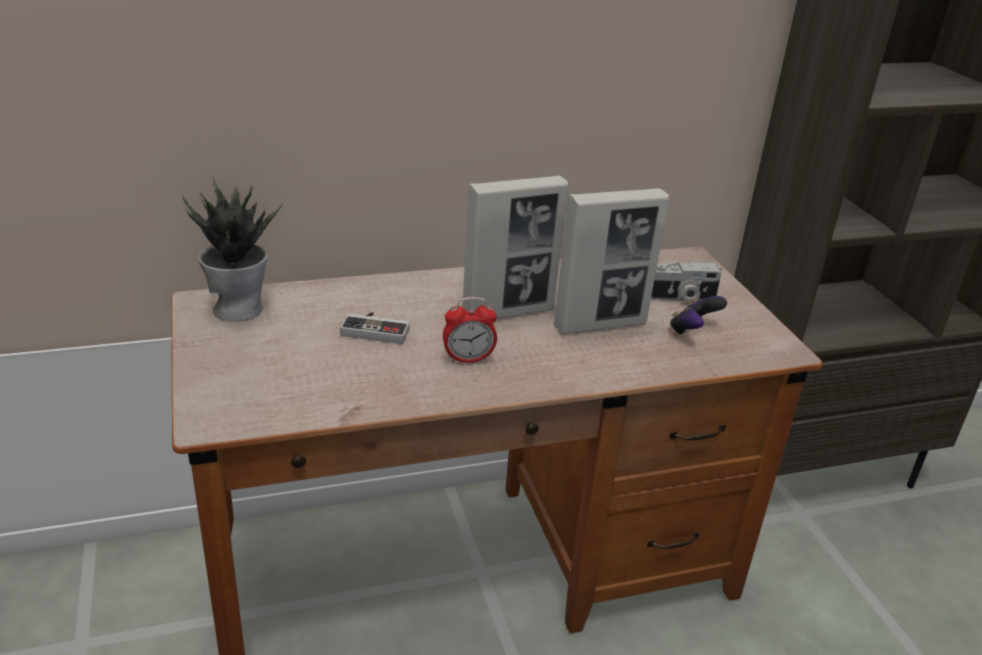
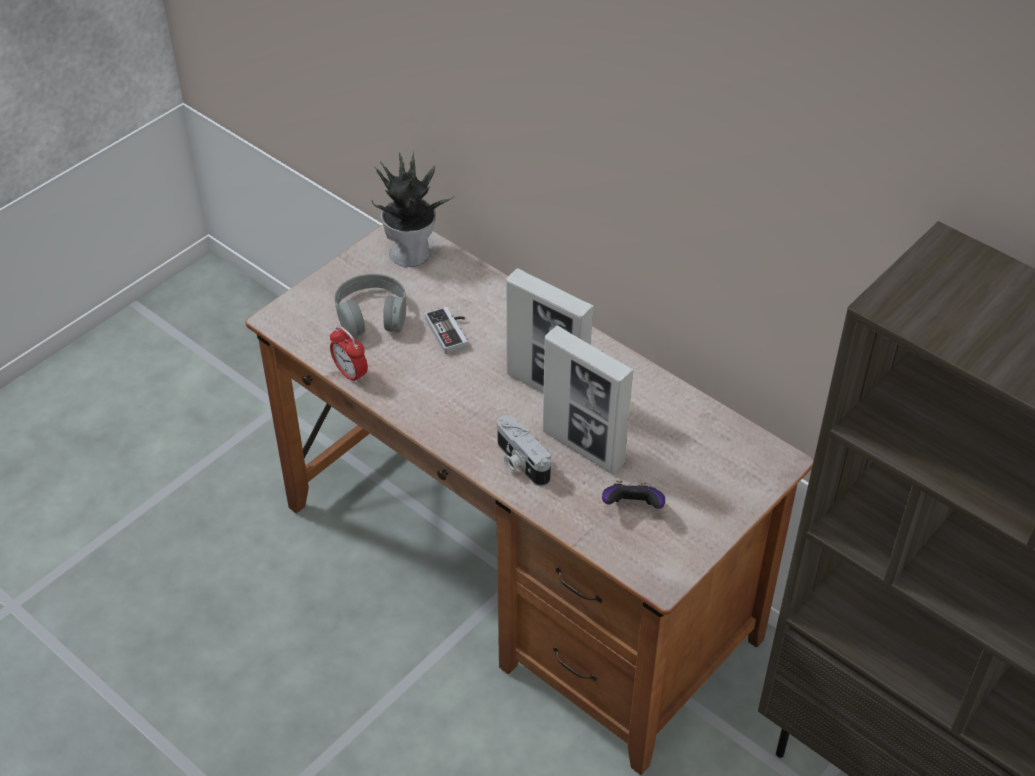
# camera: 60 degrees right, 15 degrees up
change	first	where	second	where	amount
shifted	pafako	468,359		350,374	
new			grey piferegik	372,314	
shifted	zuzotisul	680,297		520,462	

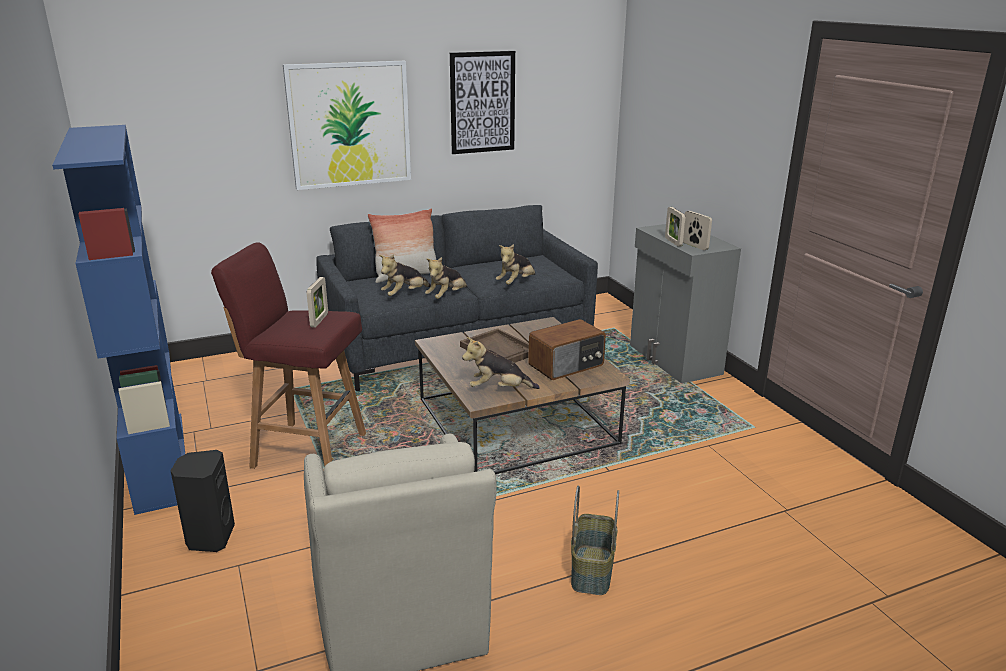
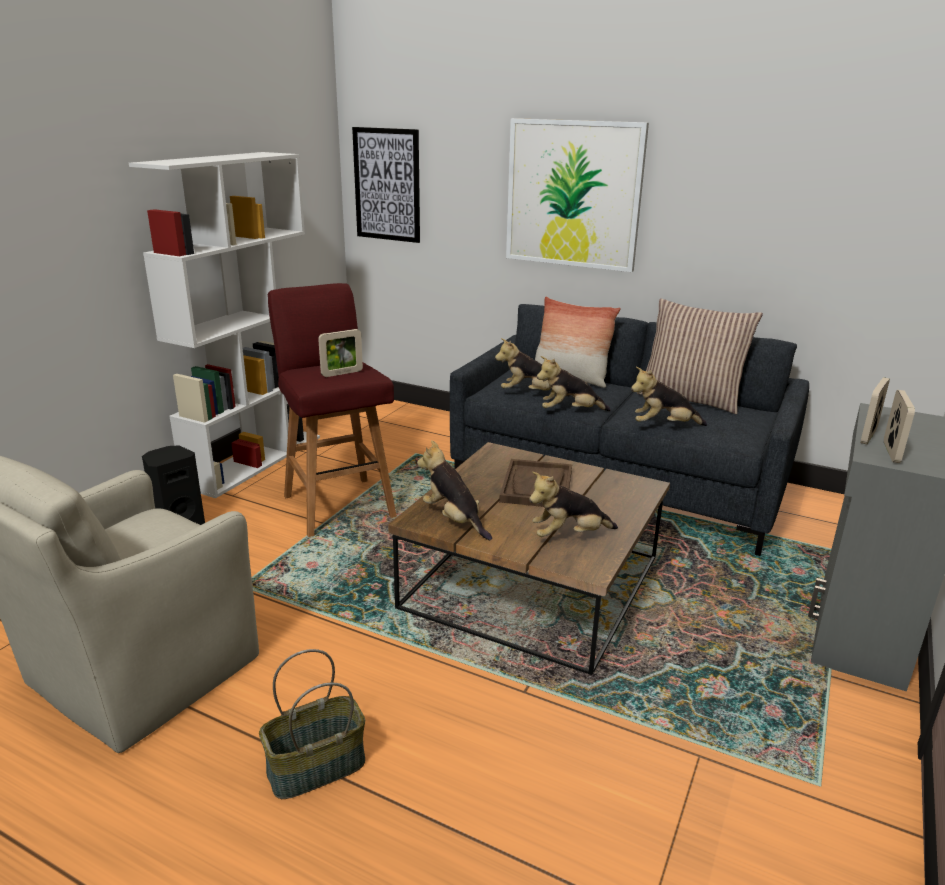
# camera: 50 degrees right, 0 degrees up
change	first	where	second	where	amount
repainted	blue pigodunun	159,460	white pigodunun	255,460	
shifted	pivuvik	482,102		387,185	
swapped	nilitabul	567,365	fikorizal	569,535	
new			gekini	691,398	

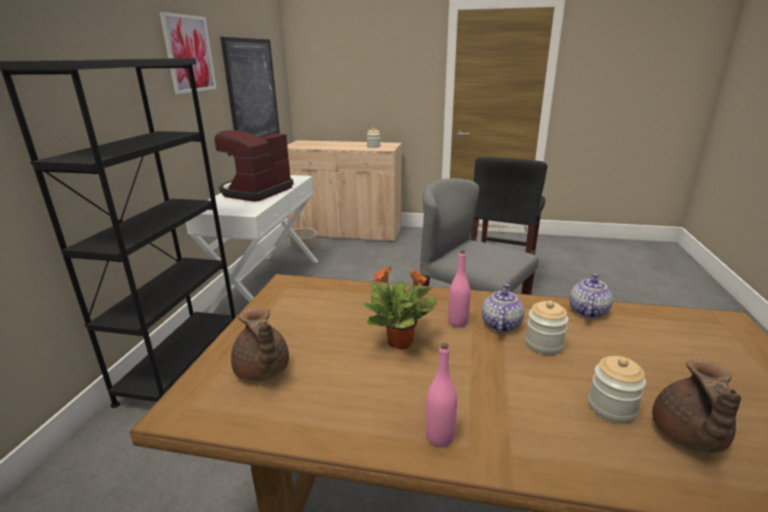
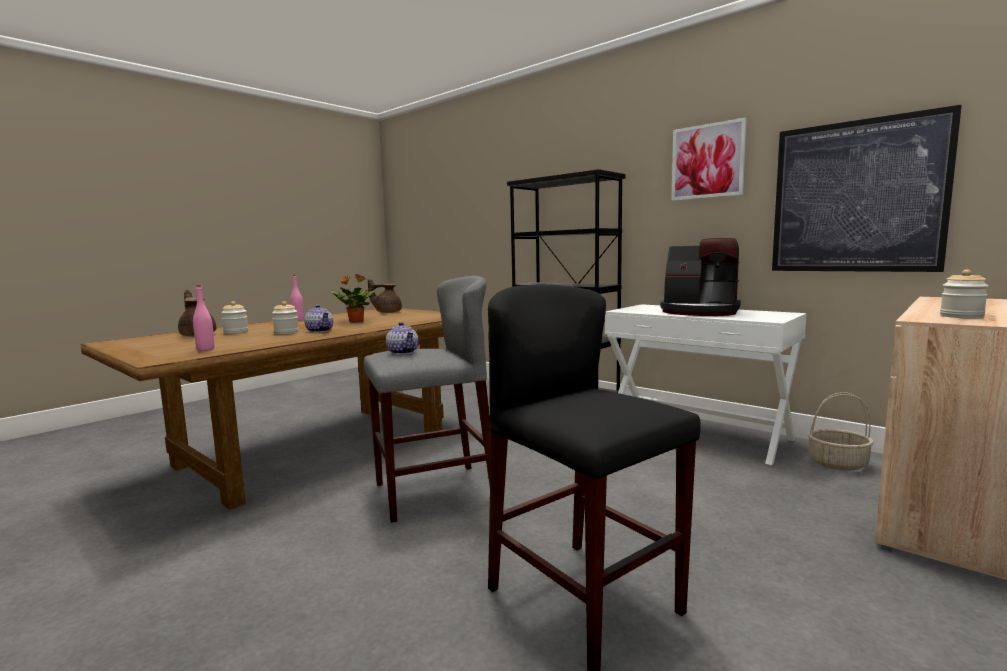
# camera: 120 degrees right, 15 degrees down
change	first	where	second	where	amount
shifted	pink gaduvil	457,322		205,349	
shifted	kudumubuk	587,311		403,352	
rotated	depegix	256,191		700,312	150 degrees clockwise

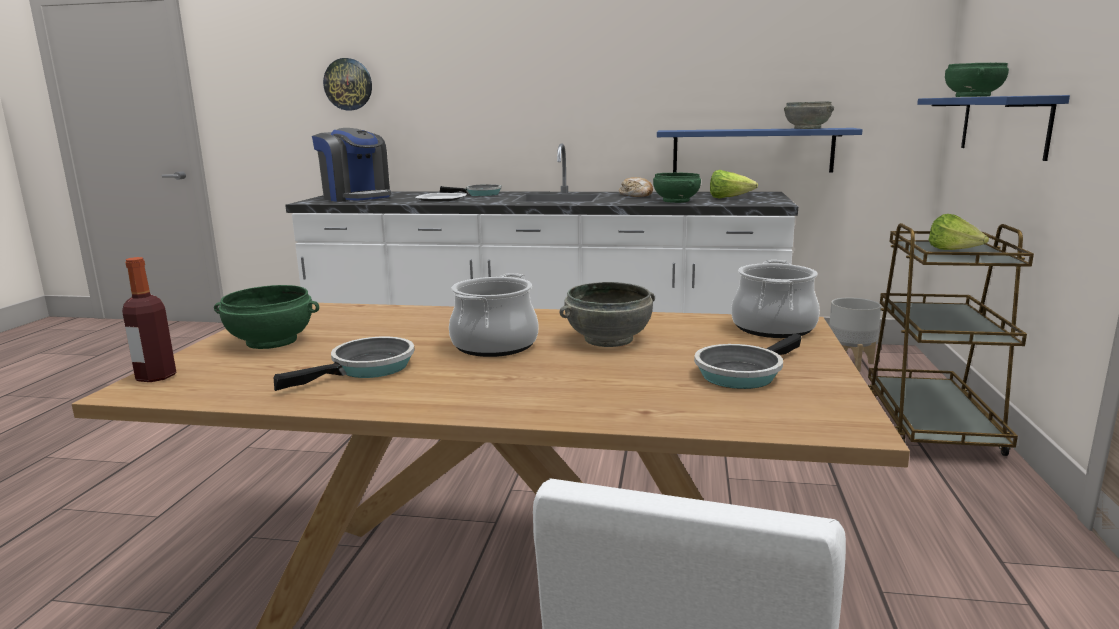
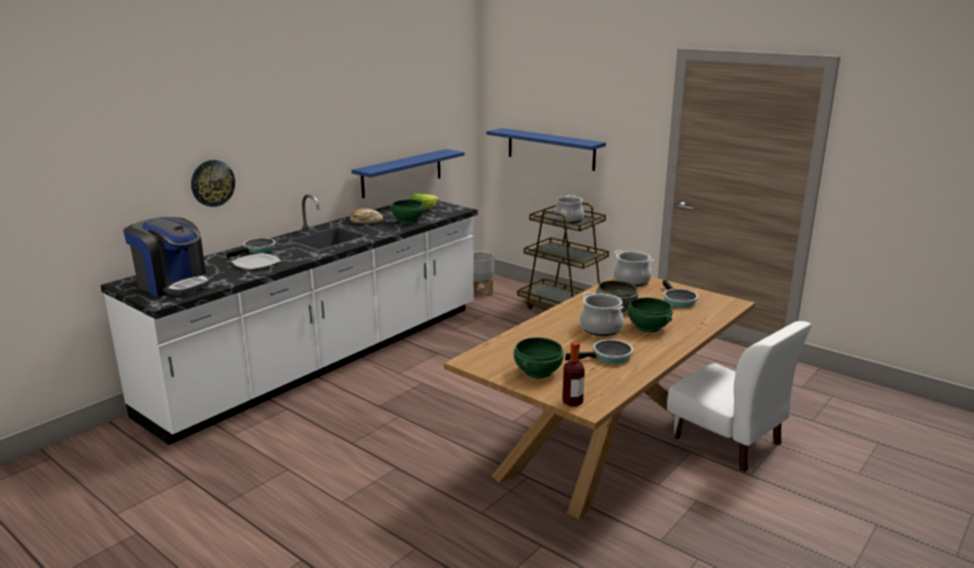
# camera: 60 degrees left, 5 degrees up
change	first	where	second	where	amount
rotated	depegix	357,197		173,284	45 degrees clockwise
shifted	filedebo	348,84		212,183	
swapped	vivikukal	954,251	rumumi	568,219	
rotated	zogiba	367,368		608,356	90 degrees clockwise
shifted	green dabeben	972,96		647,327	
gone	grey dabeben	807,128			

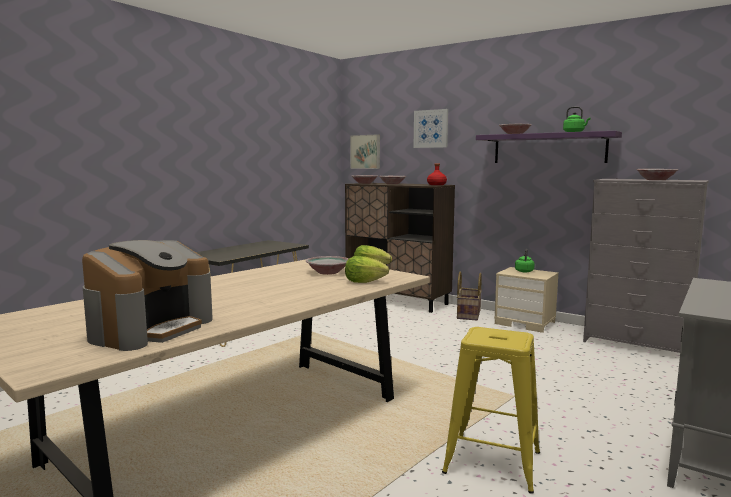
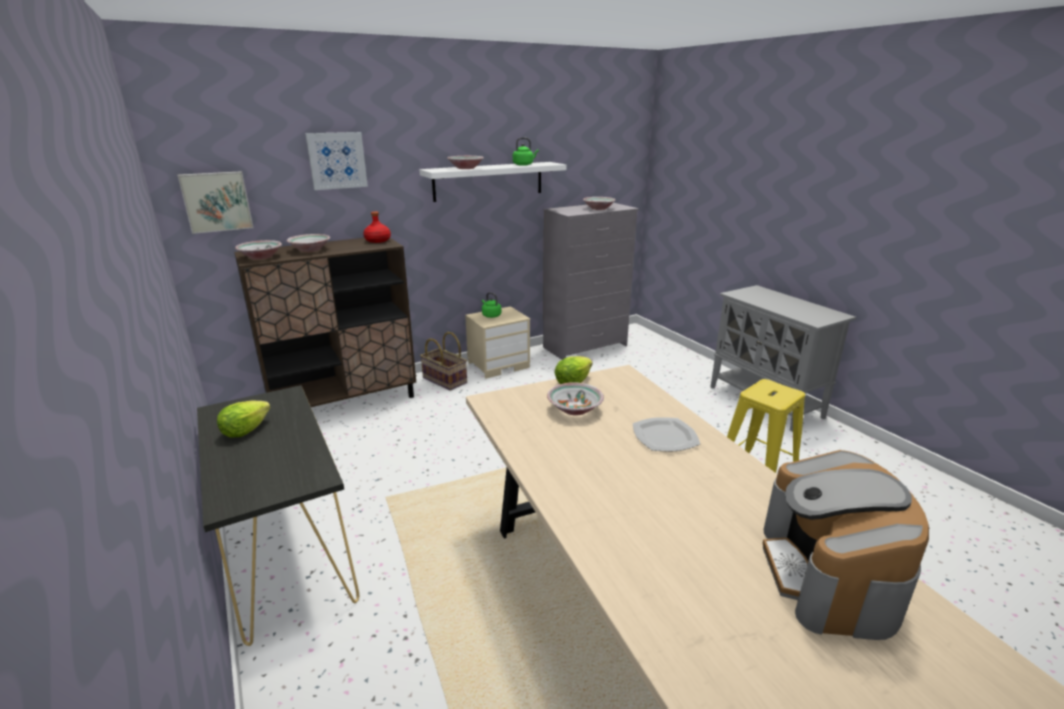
# camera: 65 degrees left, 15 degrees up
change	first	where	second	where	amount
shifted	vivikukal	364,282		245,430	
repainted	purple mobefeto	548,148	white mobefeto	488,181	
new			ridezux	665,436	
rotated	depegix	151,328		828,576	135 degrees counterclockwise

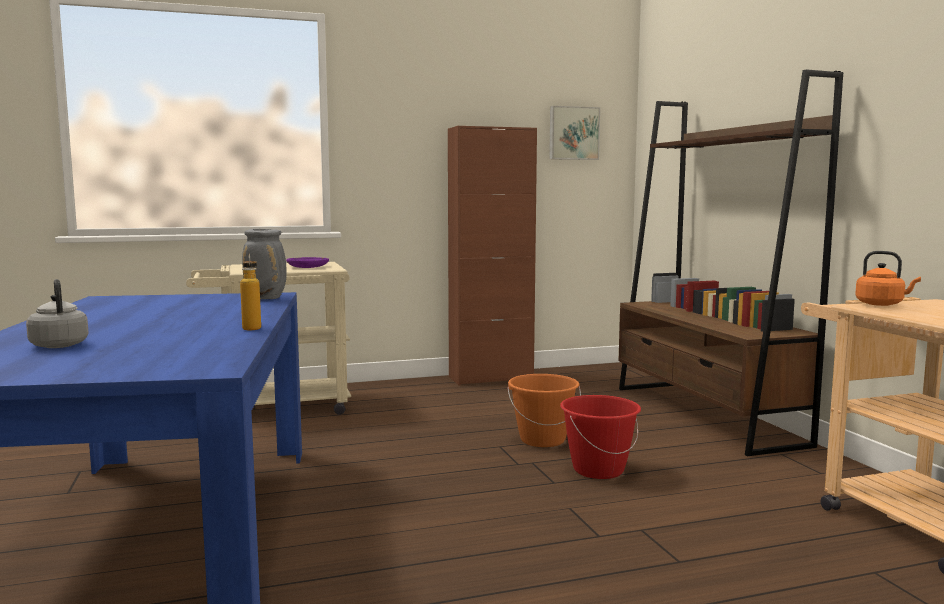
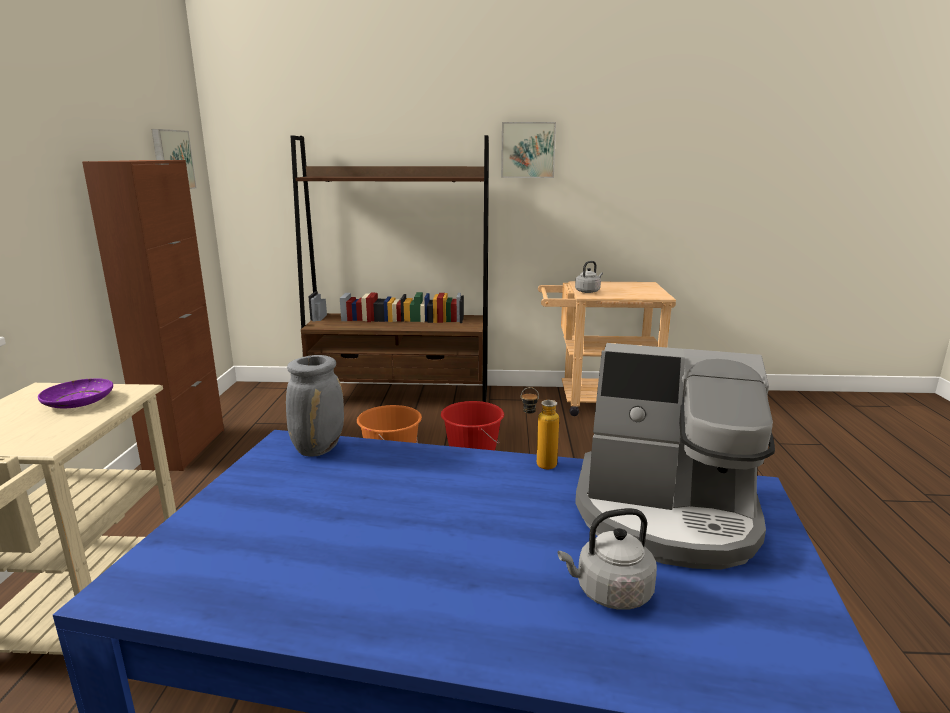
# camera: 70 degrees left, 10 degrees up
change	first	where	second	where	amount
new			pivuvik	528,150	
repainted	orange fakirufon	882,304	grey fakirufon	588,291	
new			depegix	666,514	

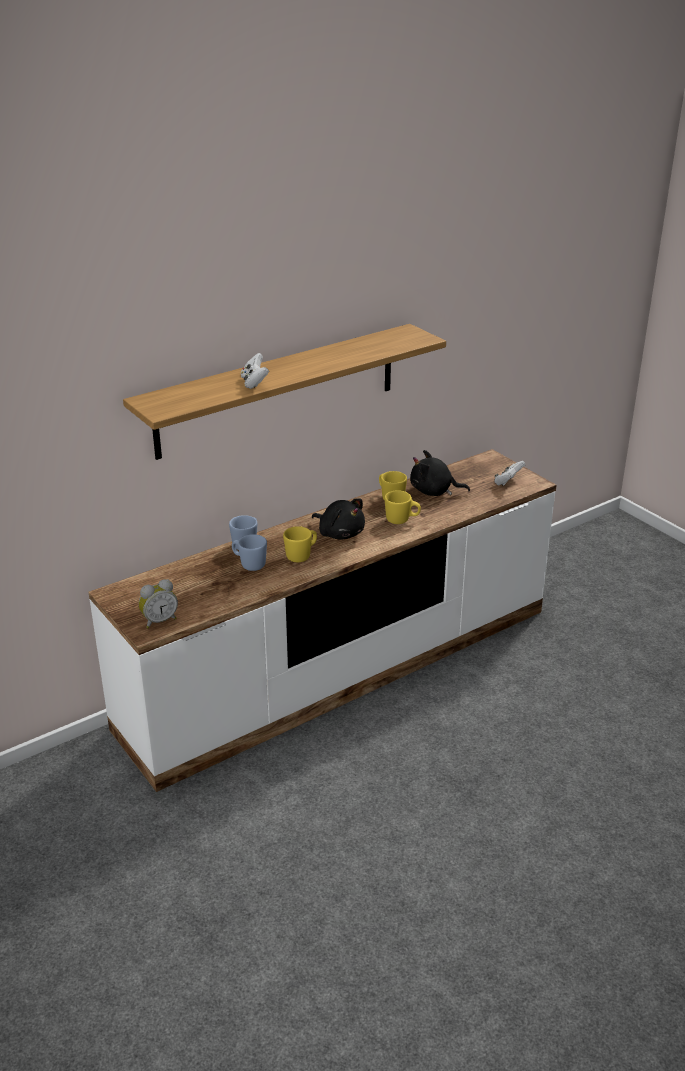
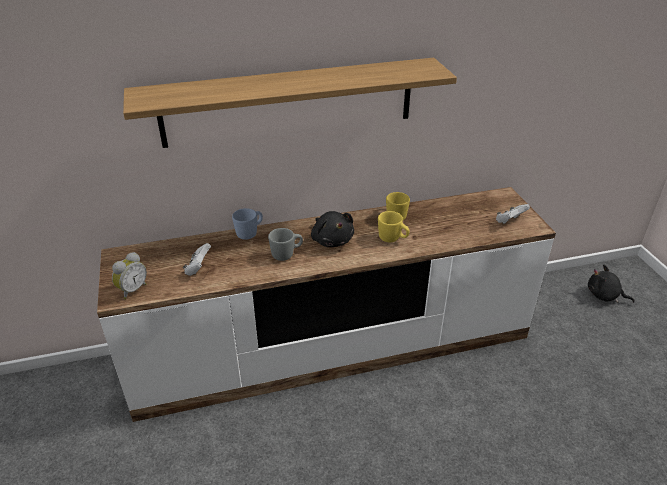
# camera: 20 degrees right, 5 degrees up
change	first	where	second	where	amount
rotated	pafako	159,620		132,289	45 degrees counterclockwise
shifted	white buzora	254,383		198,268	
repainted	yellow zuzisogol	301,555	grey zuzisogol	286,254	
shifted	black fikorizal	434,491		604,296	
gone	blue zuzisogol	249,564			

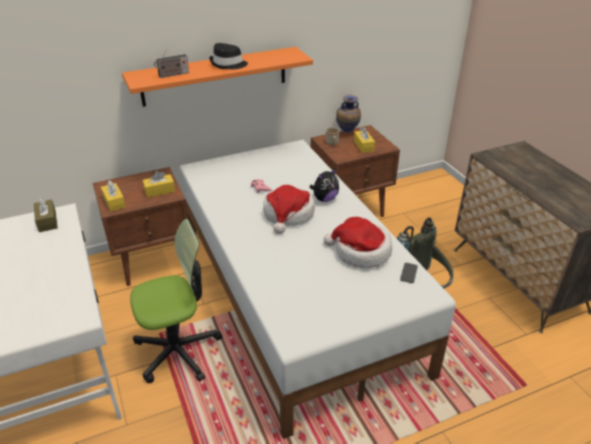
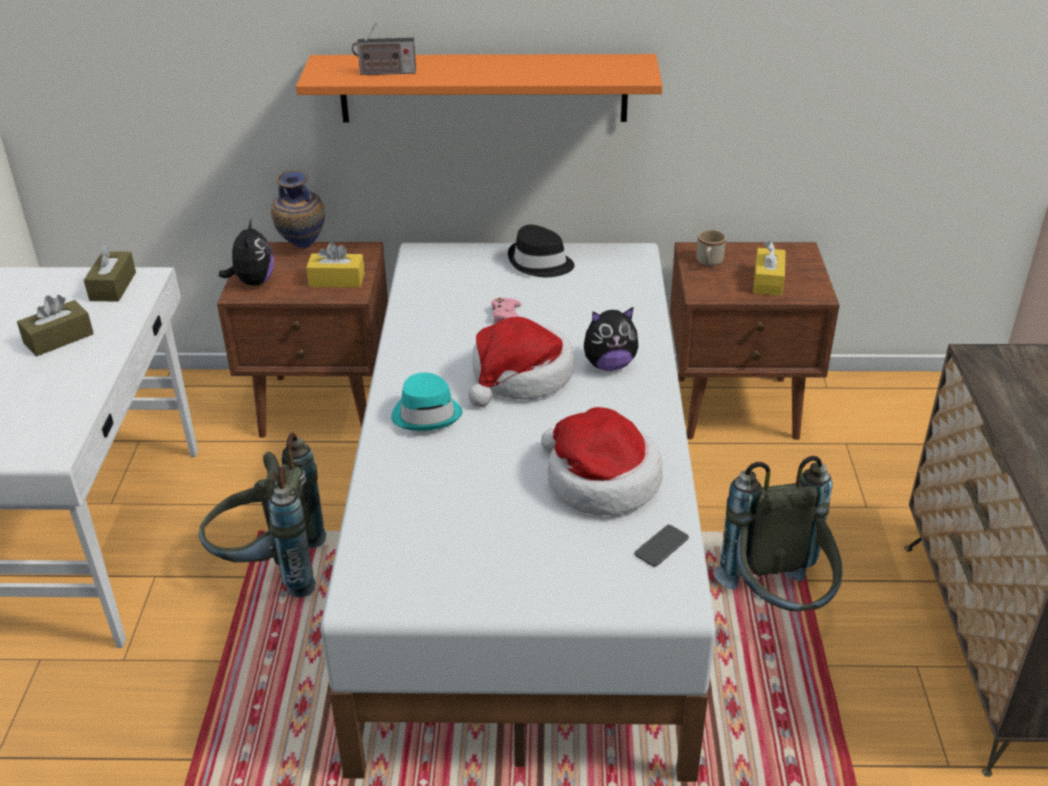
# camera: 25 degrees right, 0 degrees up
change	first	where	second	where	amount
new			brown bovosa	59,338	
swapped	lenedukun	178,351	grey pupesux	270,570	
swapped	yellow bovosa	114,202	fikorizal	253,282	
shifted	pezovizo	347,133		302,249	
new			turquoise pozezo	427,414	
shifted	black pozezo	228,64		540,263	

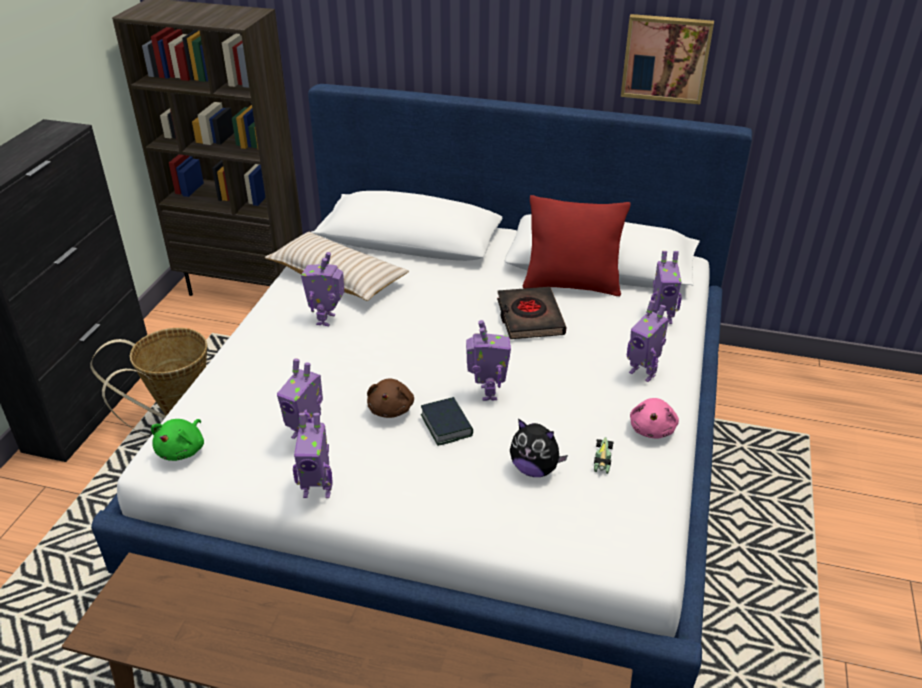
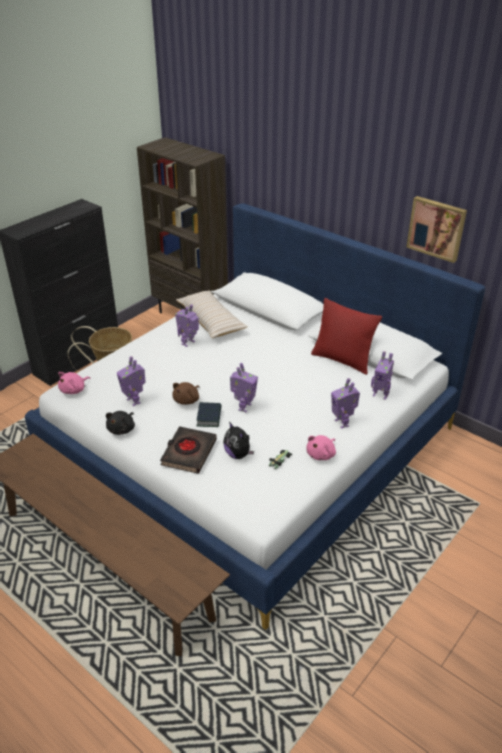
# camera: 25 degrees right, 0 degrees up
change	first	where	second	where	amount
repainted	green fikorizal	183,450	pink fikorizal	74,390	
swapped	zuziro	317,490	black fikorizal	122,429	
shifted	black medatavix	529,318		188,453	

